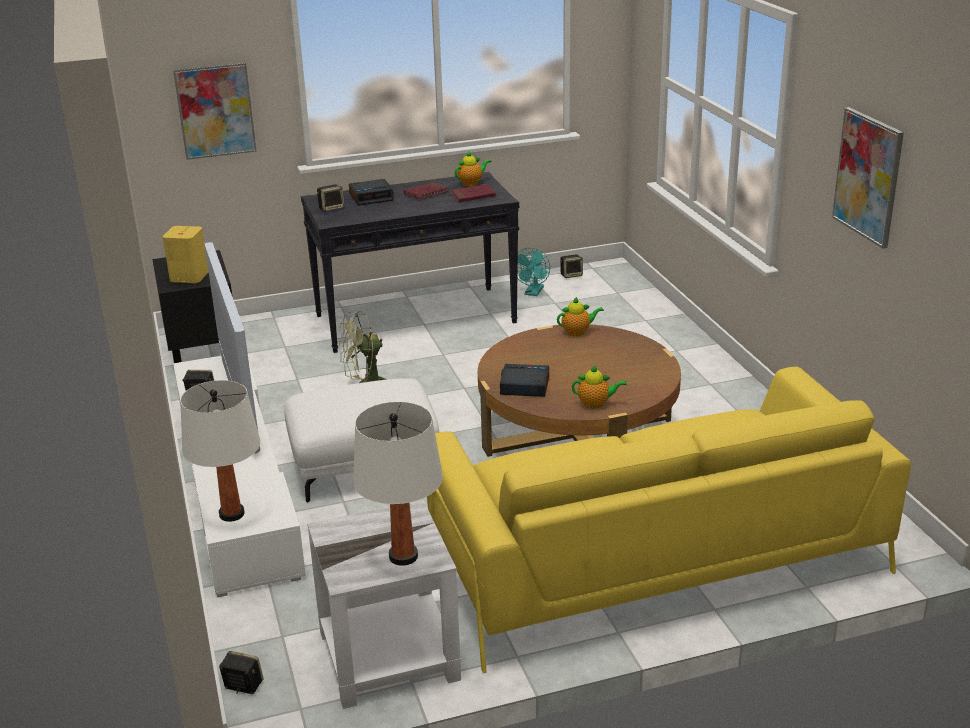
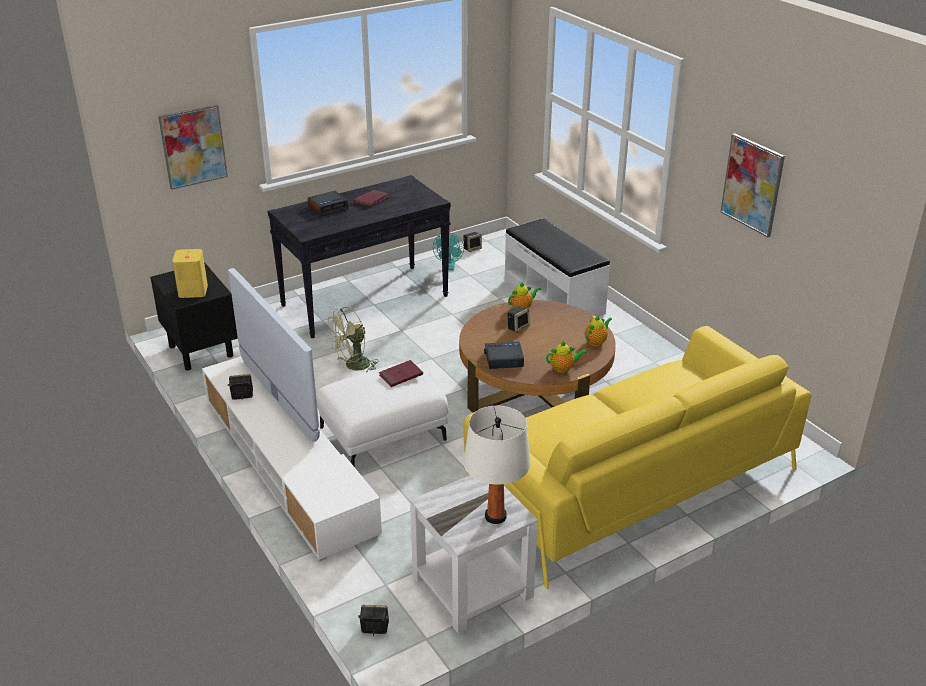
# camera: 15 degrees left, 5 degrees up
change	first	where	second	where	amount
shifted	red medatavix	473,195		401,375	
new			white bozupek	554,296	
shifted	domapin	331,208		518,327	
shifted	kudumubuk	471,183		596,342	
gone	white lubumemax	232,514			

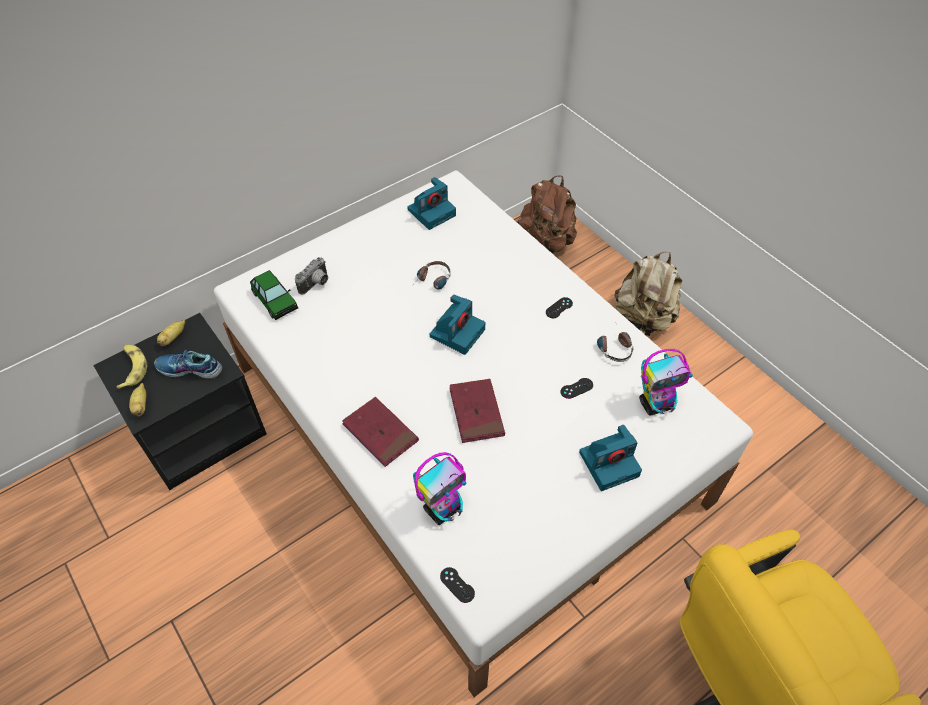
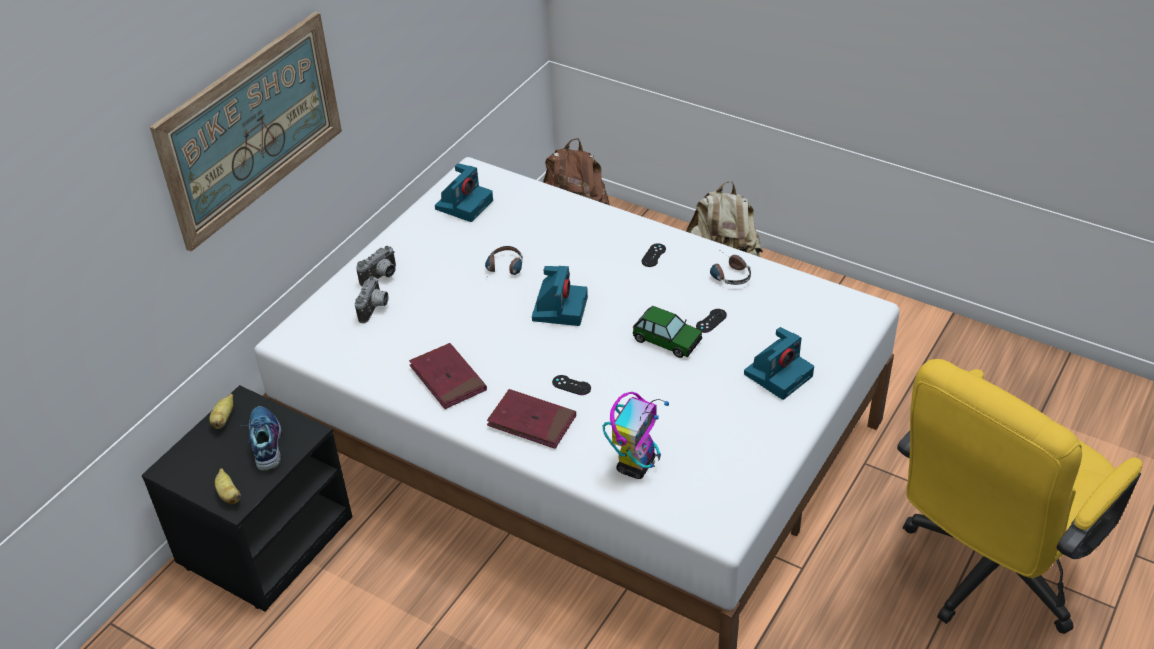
# camera: 20 degrees left, 10 degrees down
change	first	where	second	where	amount
new			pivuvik	252,128	
rotated	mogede	189,370		265,443	90 degrees clockwise
new			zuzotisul	381,277	
shifted	red medatavix	476,412		448,379	
shifted	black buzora	457,585		571,385	
shifted	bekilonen	275,300		667,340	
gone	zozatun	132,368			
gone	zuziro	656,404			

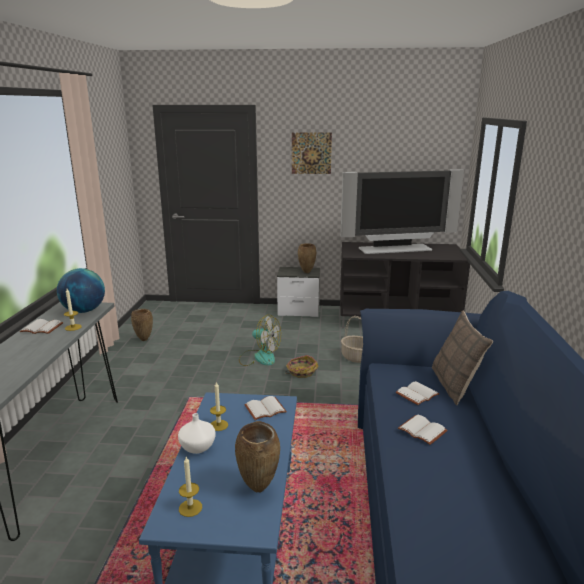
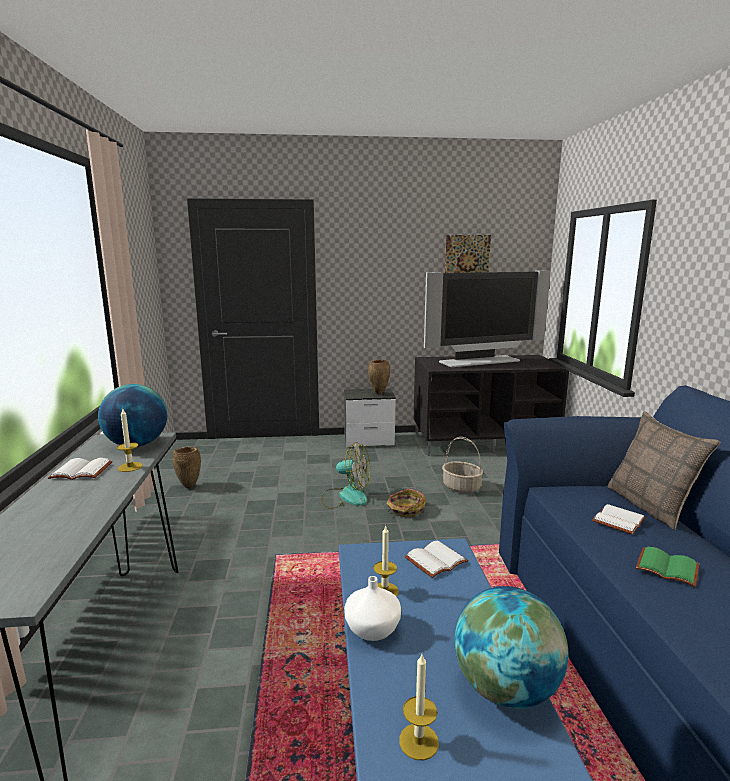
# camera: 10 degrees left, 5 degrees down
change	first	where	second	where	amount
shifted	pivuvik	311,153		467,258	
swapped	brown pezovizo	259,489	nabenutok	506,689	
repainted	white medatavix	423,430	green medatavix	668,567	

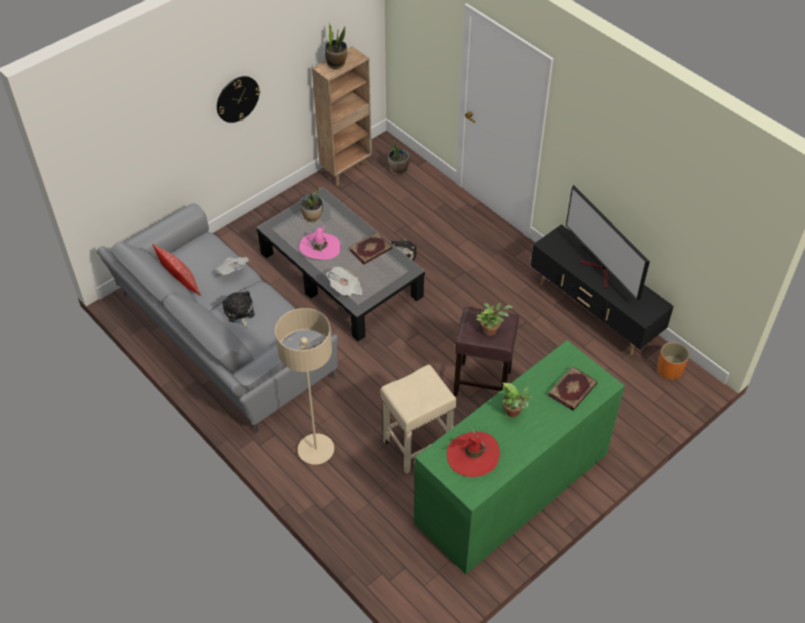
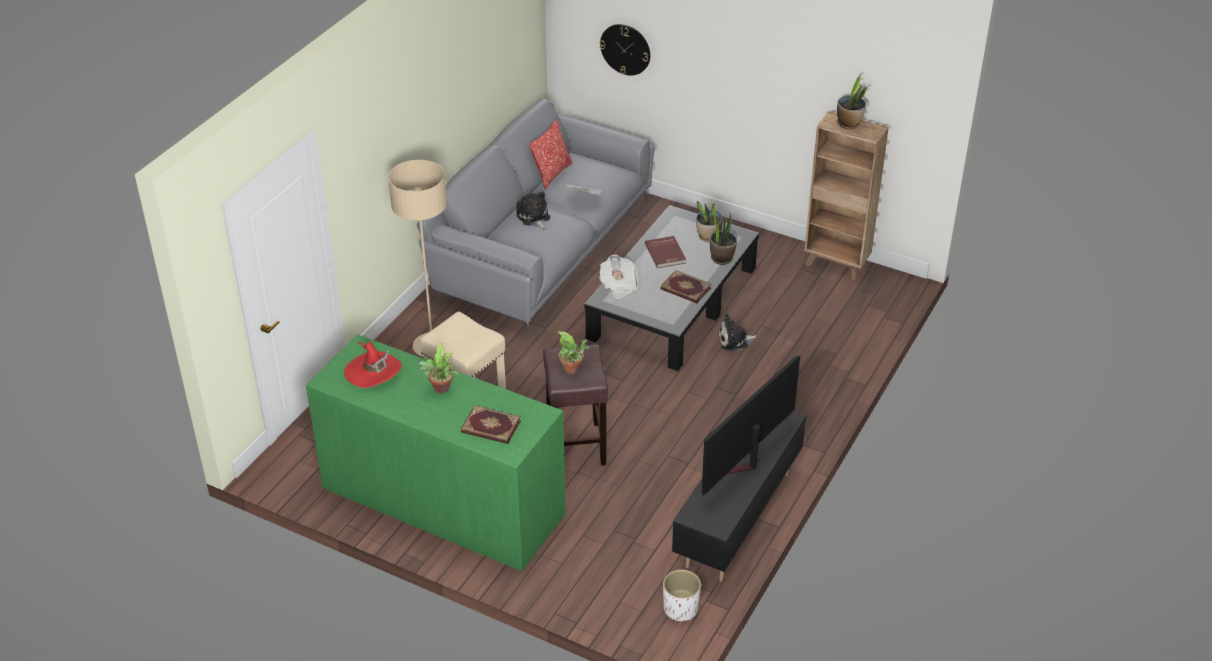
# camera: 70 degrees right, 10 degrees down
change	first	where	second	where	amount
rotated	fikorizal	239,313		534,218	75 degrees counterclockwise
shifted	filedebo	237,99		625,49	
swapped	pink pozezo	320,248	red medatavix	666,253	
repainted	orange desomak	669,370	white desomak	680,608	
shifted	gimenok	398,169		722,258	

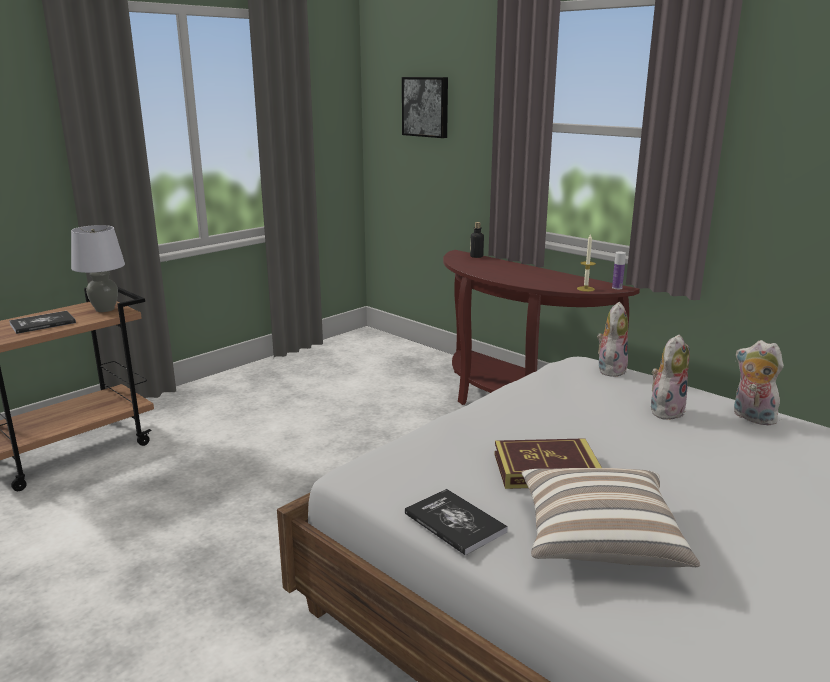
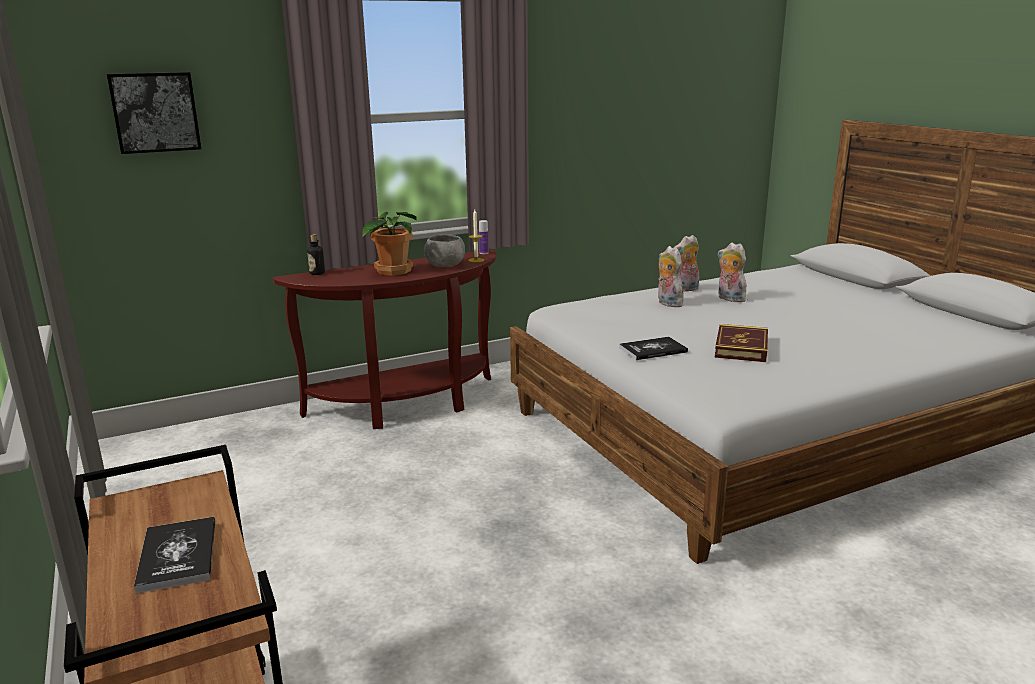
# camera: 70 degrees left, 0 degrees up
change	first	where	second	where	amount
new			gimenok	392,271	
new			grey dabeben	445,266	
shifted	medatavix	455,523		653,350	
shifted	fikorizal	610,369		729,299	
gone	grey lubumemax	105,309			
gone	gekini	598,540			

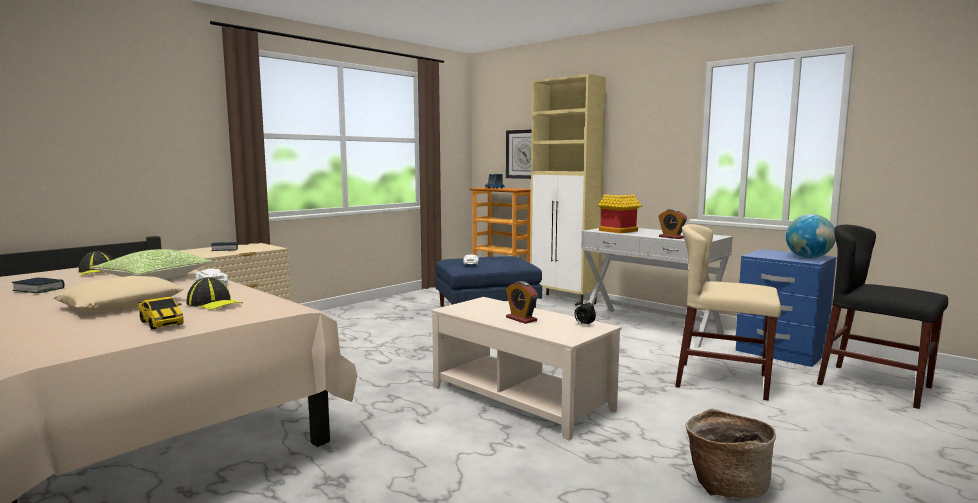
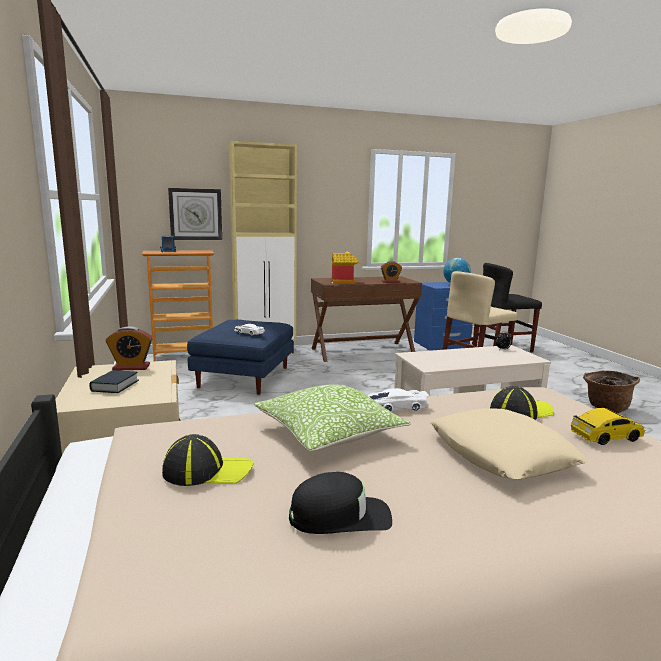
# camera: 60 degrees left, 5 degrees up
change	first	where	second	where	amount
shifted	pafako	521,319		131,367	
swapped	medatavix	39,289	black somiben	340,516	
repainted	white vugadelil	650,327	brown vugadelil	362,351	

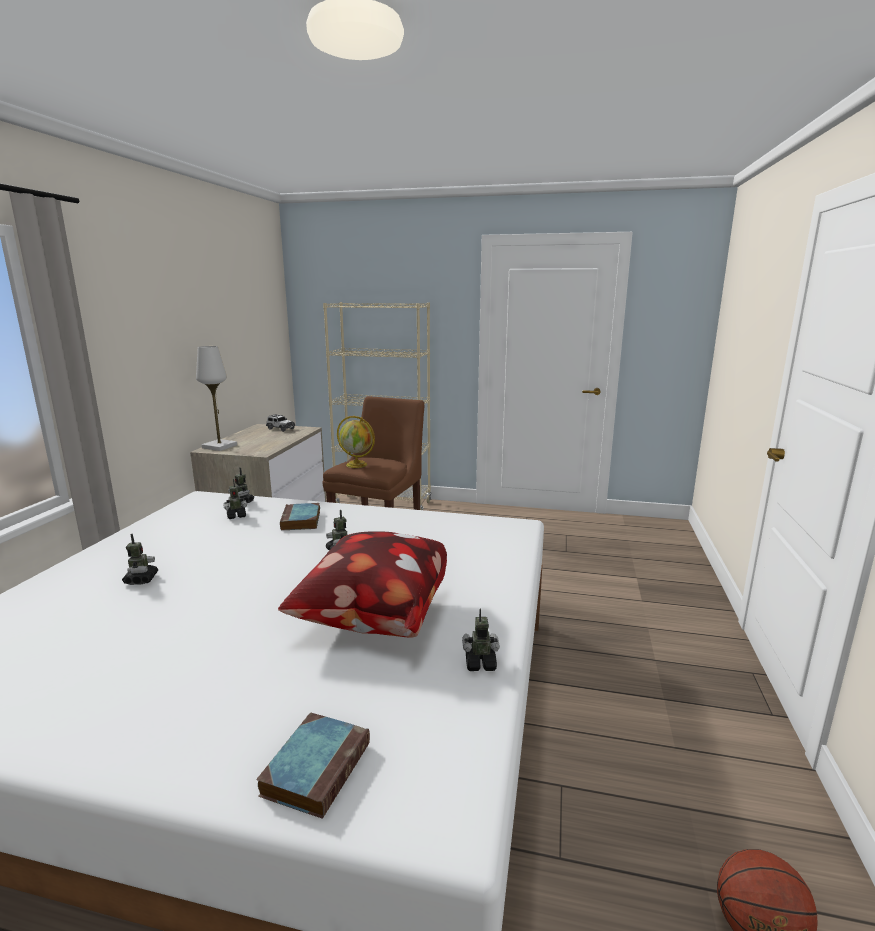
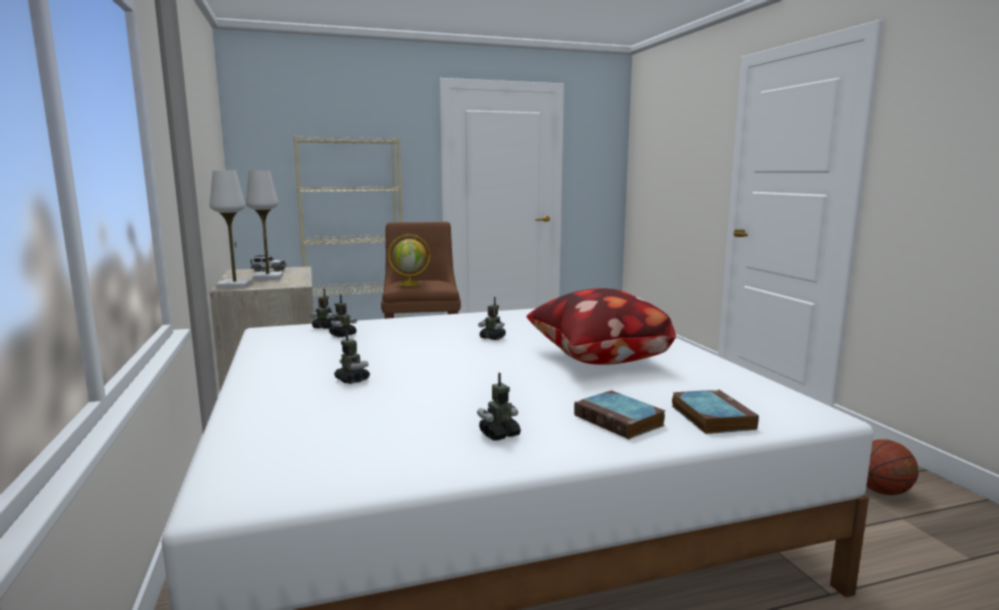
# camera: 30 degrees left, 5 degrees down
change	first	where	second	where	amount
new			white lubumemax	268,278	
shifted	zuziro	480,663		499,434	
shifted	medatavix	301,521		620,421	

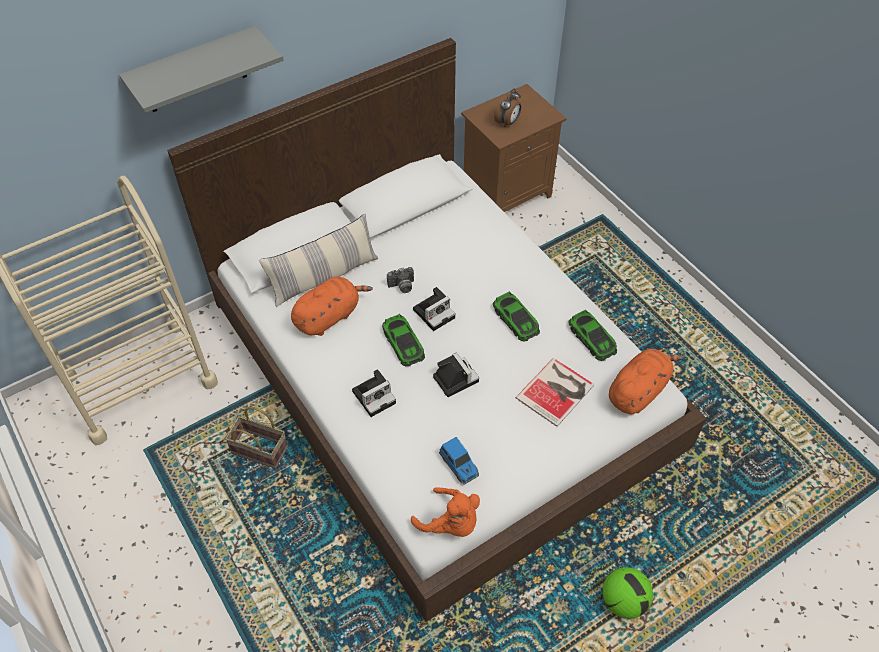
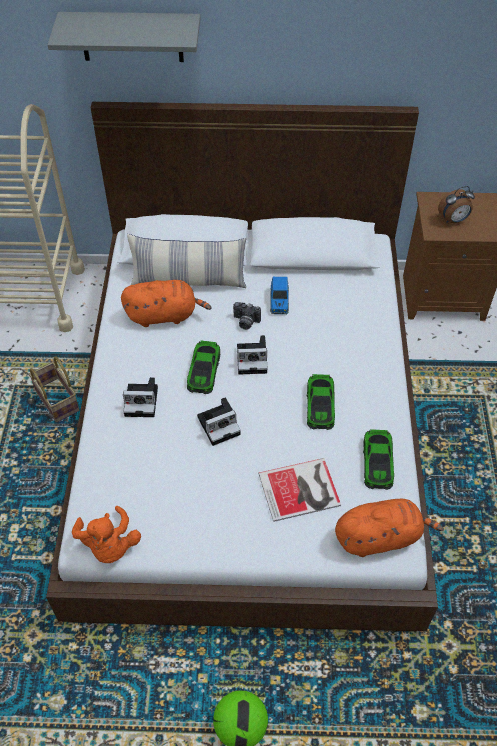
# camera: 35 degrees right, 0 degrees up
change	first	where	second	where	amount
rotated	zuzotisul	454,378		220,424	60 degrees clockwise
shifted	bekilonen	459,465		279,302	

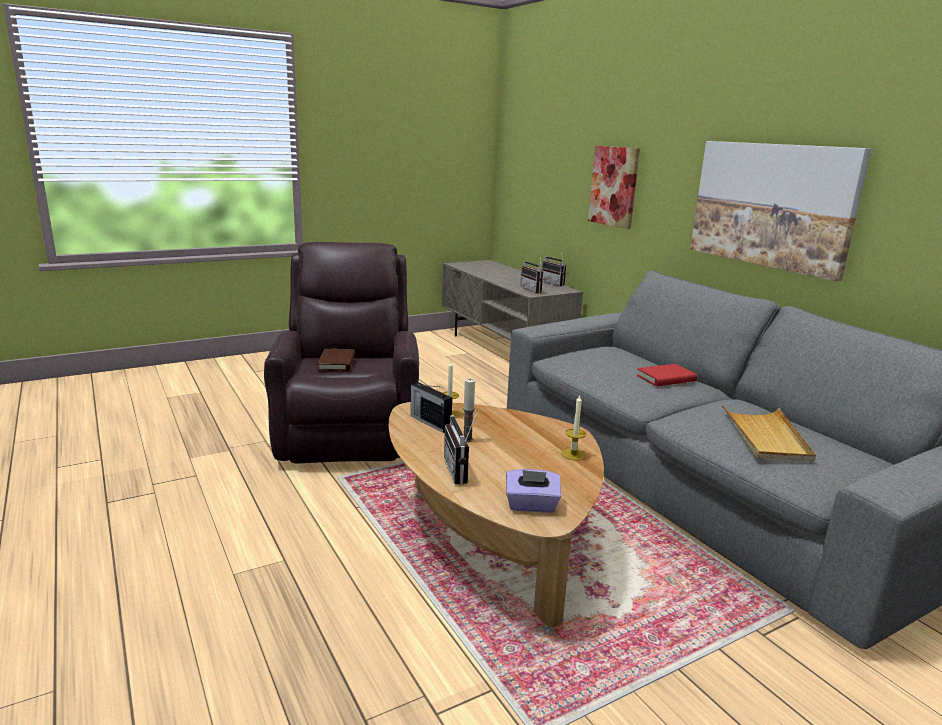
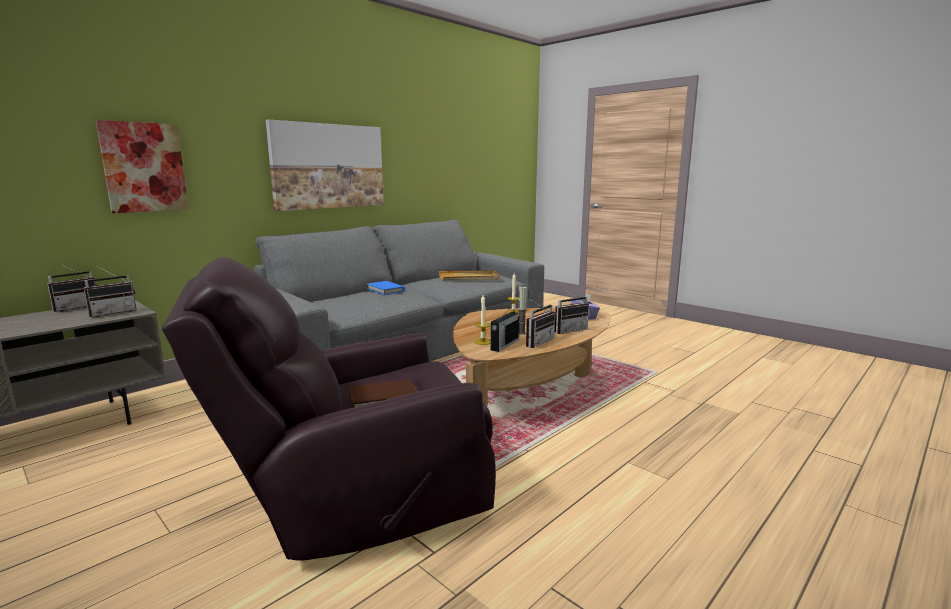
# camera: 105 degrees left, 5 degrees down
change	first	where	second	where	amount
repainted	red medatavix	666,378	blue medatavix	385,290	
new			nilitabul	536,342	

